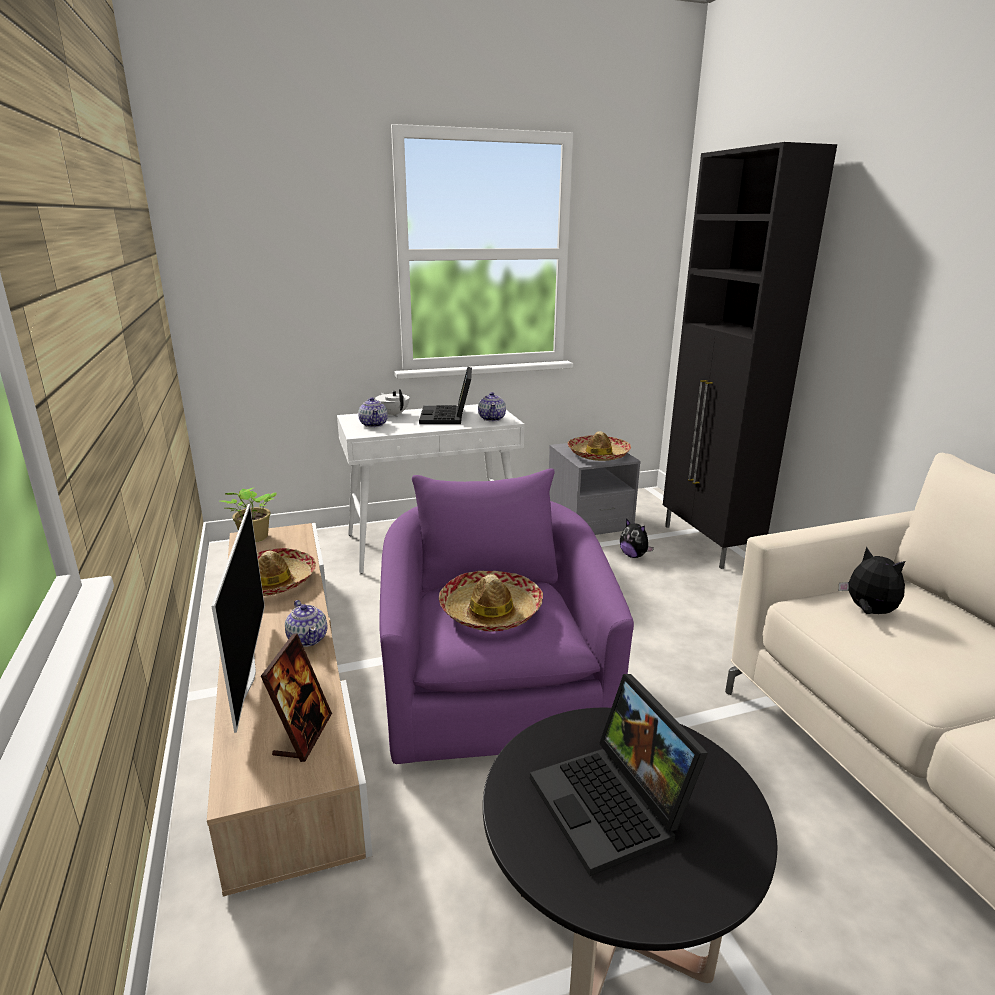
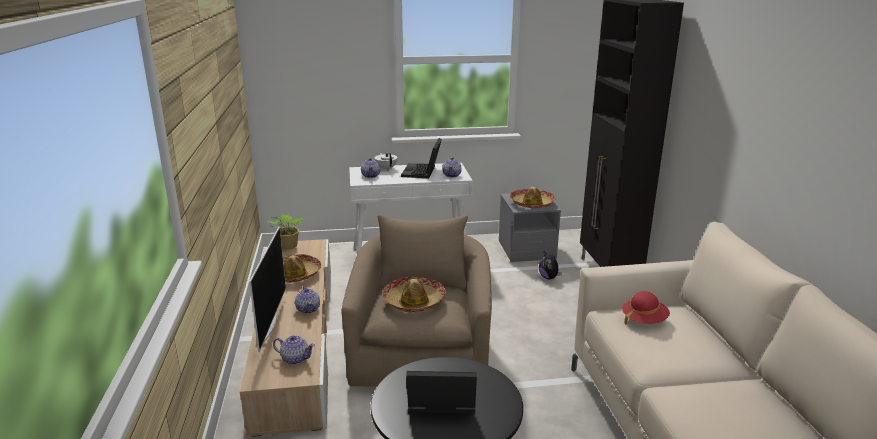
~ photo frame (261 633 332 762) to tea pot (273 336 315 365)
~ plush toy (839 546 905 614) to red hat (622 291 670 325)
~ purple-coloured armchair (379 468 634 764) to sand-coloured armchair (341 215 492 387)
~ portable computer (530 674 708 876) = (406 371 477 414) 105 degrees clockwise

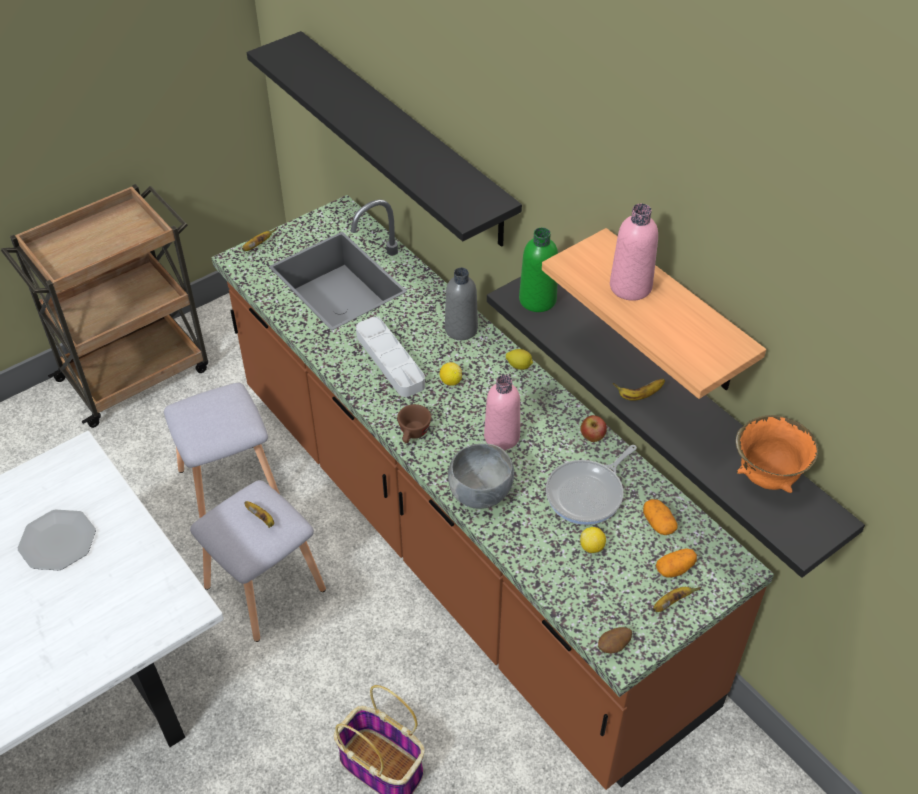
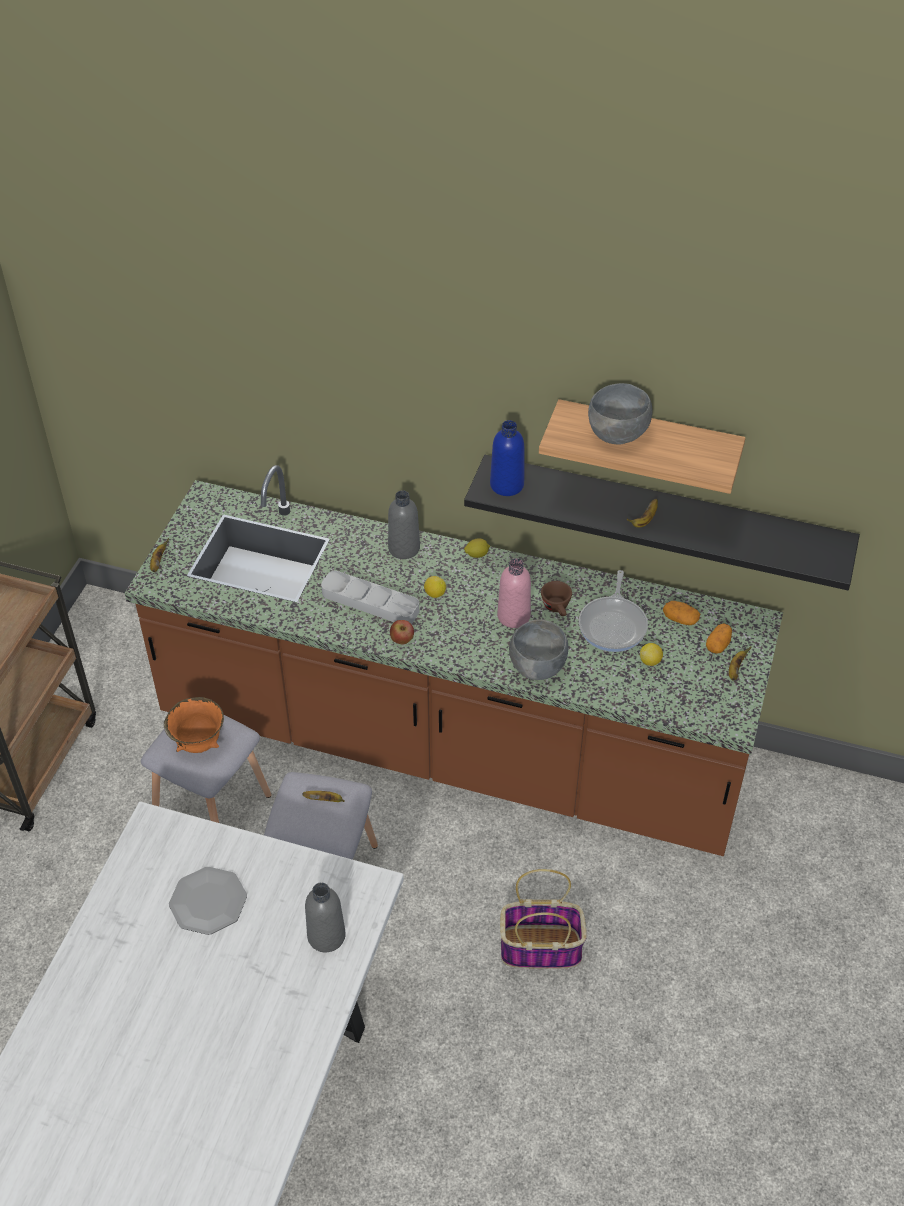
- blackish wall shelf (247 31 522 247)
- whole potato (598 627 632 653)
+ gray drink bottle (305 882 346 952)
~ brownish cup (397 404 431 443) to (541 581 572 616)
~ apple (580 415 607 442) to (390 620 414 645)
~ orange serving bowl (736 415 818 493) to (164 697 224 753)
~ pink drink bottle (610 204 658 301) to gray serving bowl (588 383 653 445)
~ green-coloured drink bottle (519 228 558 312) to blue drink bottle (490 420 524 496)

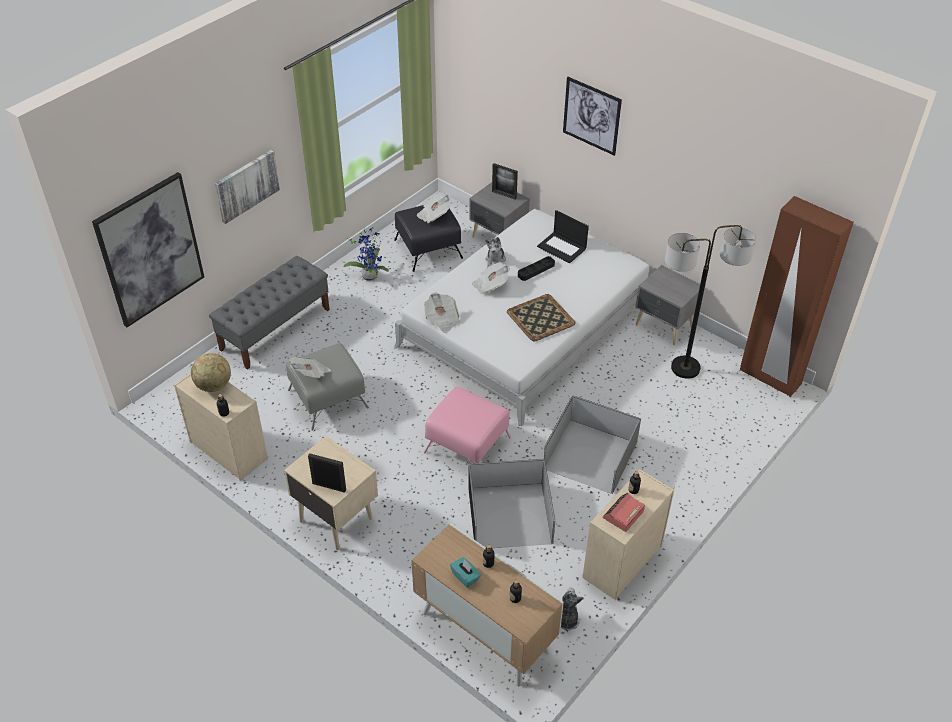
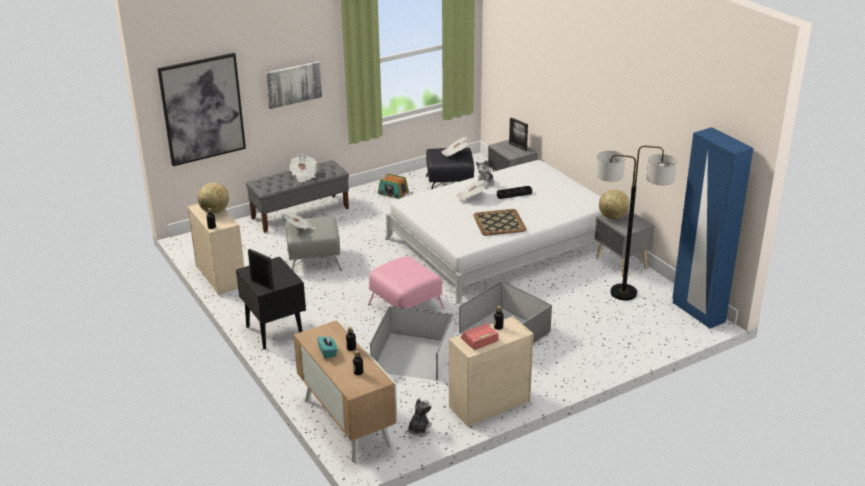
- portable computer (537 210 589 263)
- wall picture (563 77 622 156)
+ desk globe (599 189 630 219)
~ daily paper (424 292 460 333) to (289 154 317 182)
~ plant in a pot (344 228 389 281) to radio receiver (378 173 409 199)
~ sand-coloured nightstand (284 436 378 550) to blackish nightstand (236 257 306 349)
~ blackish storage container (468 459 555 548) to white storage container (370 306 454 381)
~ brownish armoire (740 196 854 397) to blue armoire (673 127 753 329)

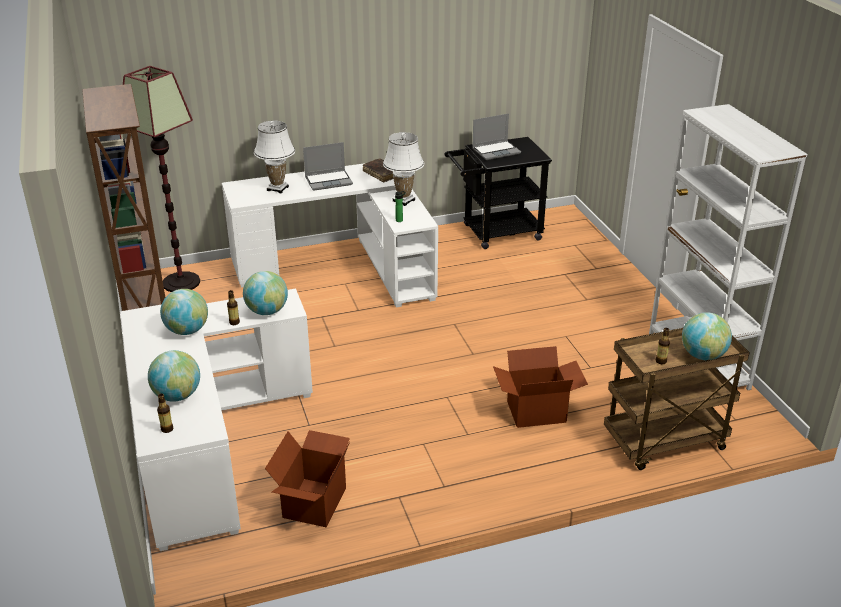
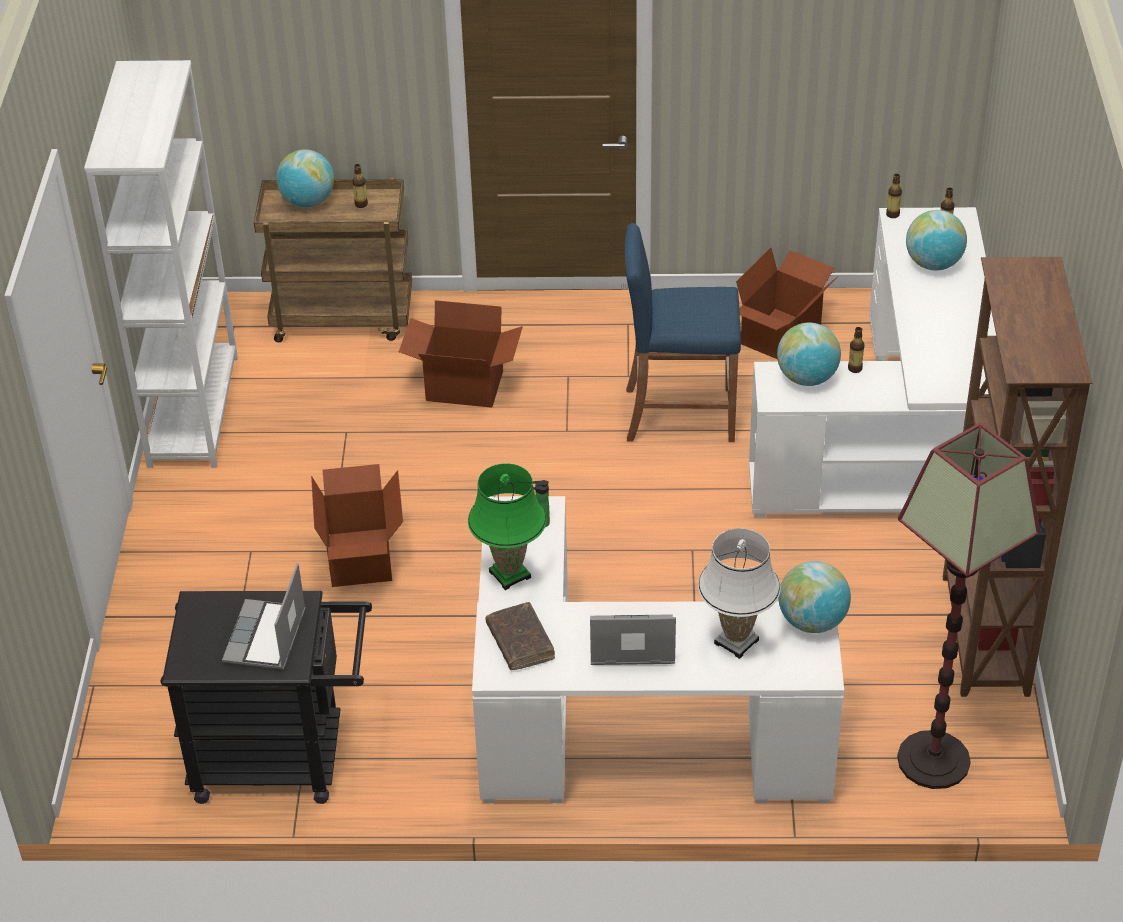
+ packing box (311 464 403 587)
+ blue stool seat (625 223 741 442)
+ drink bottle (886 174 902 218)
~ desk globe (160 289 208 335) to (778 561 851 633)
~ white lamp for a table (383 132 424 206) to green-coloured lamp for a table (468 463 547 590)
~ portable computer (472 114 521 160) = (222 563 306 669) 75 degrees counterclockwise

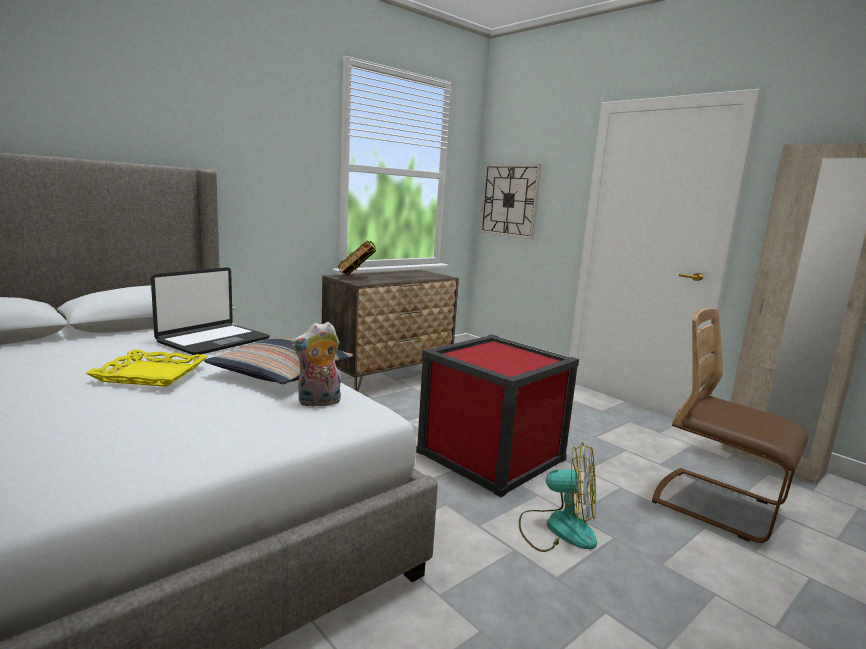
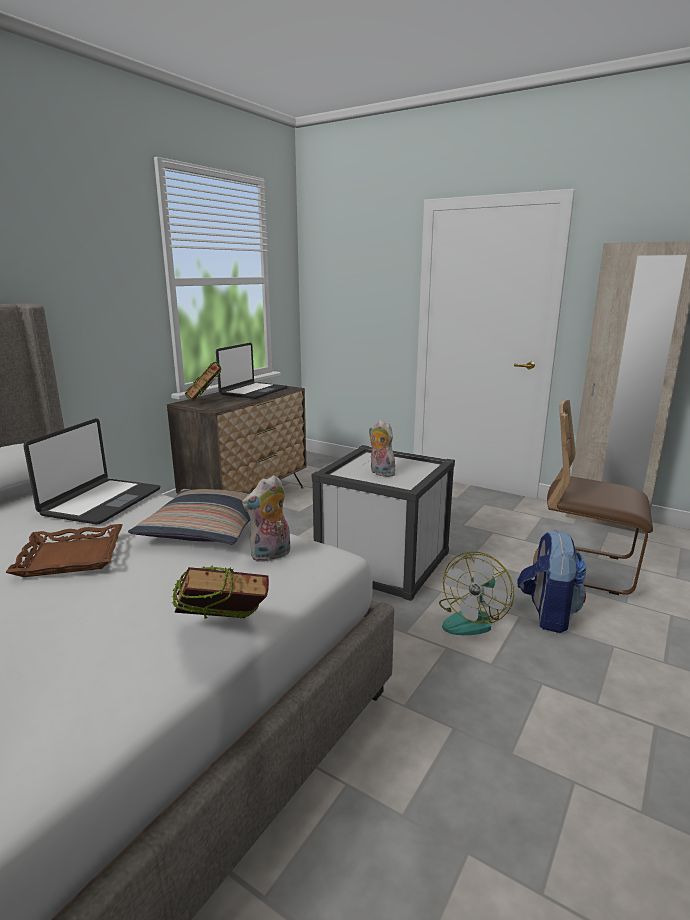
- hanging clock (479 164 542 239)
+ volume (171 566 269 619)
+ portable computer (216 343 287 399)
+ plush toy (369 420 395 477)
+ backpack (518 530 587 633)
~ yellow serving tray (86 349 207 387) to brownish serving tray (5 524 123 577)
~ red storage container (416 335 579 497) to white storage container (312 445 455 601)
~ cooling fan (519 442 597 552) = (439 552 514 635) 120 degrees clockwise

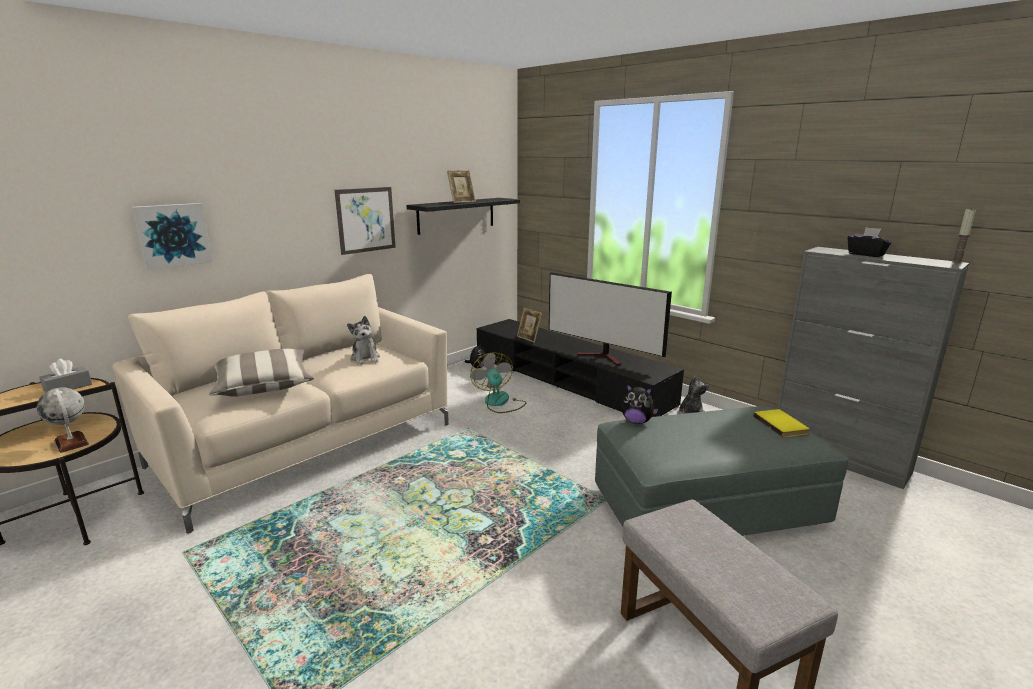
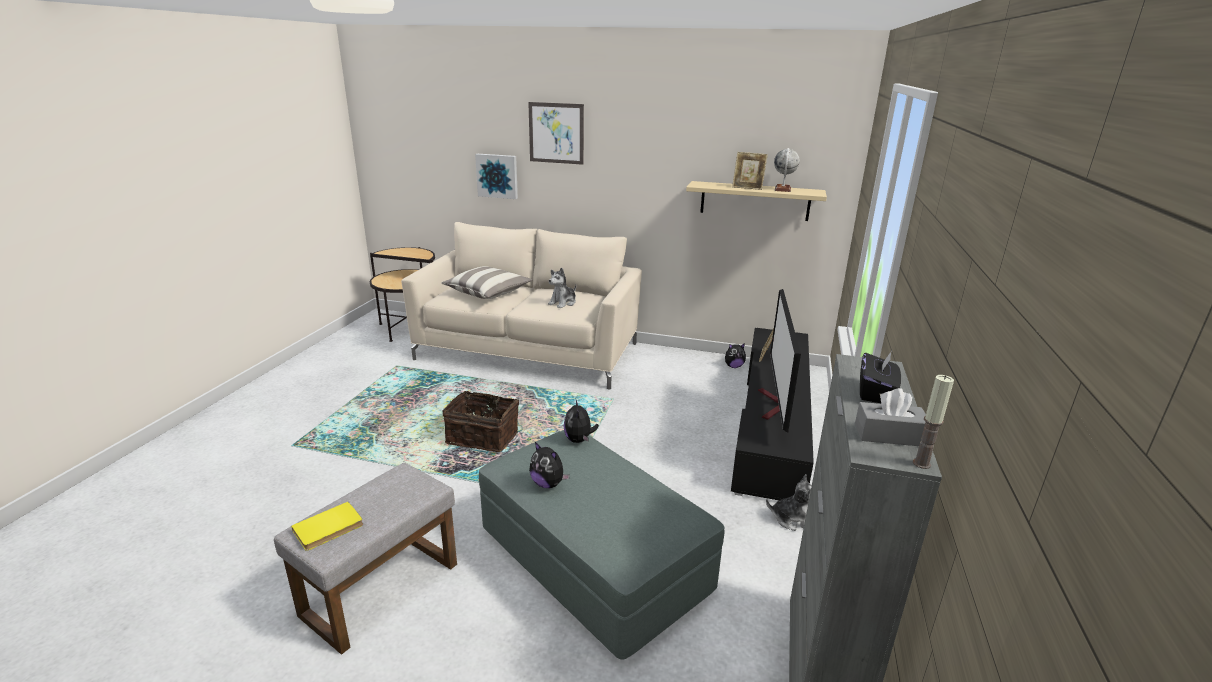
- cooling fan (470 352 526 413)
+ basket (442 388 519 452)
+ plush toy (529 442 570 488)
~ desk globe (37 387 89 453) to (774 148 800 192)
~ gray tissue box (39 359 92 393) to (855 388 926 446)
~ wall picture (335 187 396 255) to (528 102 584 165)
~ yellow volume (753 409 809 437) to (291 502 363 551)
~ blackish wall shelf (407 198 520 235) to sand-coloured wall shelf (686 181 827 221)

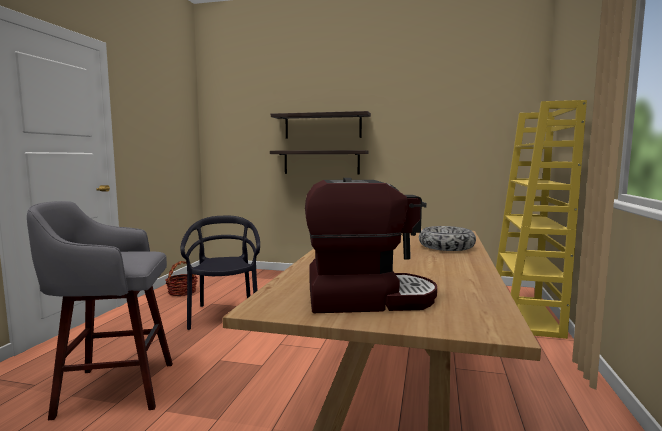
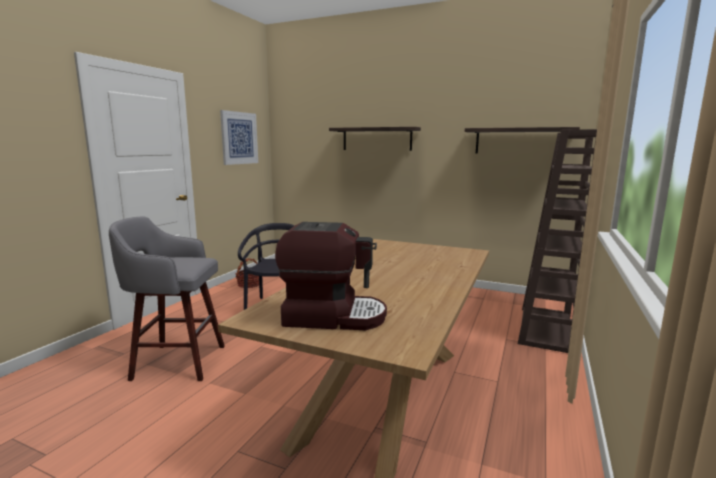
- serving bowl (419 226 476 251)
+ wall picture (220 110 258 165)
~ wall shelf (270 150 369 174) to (465 127 580 153)
~ yellow shelving unit (496 100 587 339) to brownish shelving unit (518 129 597 353)

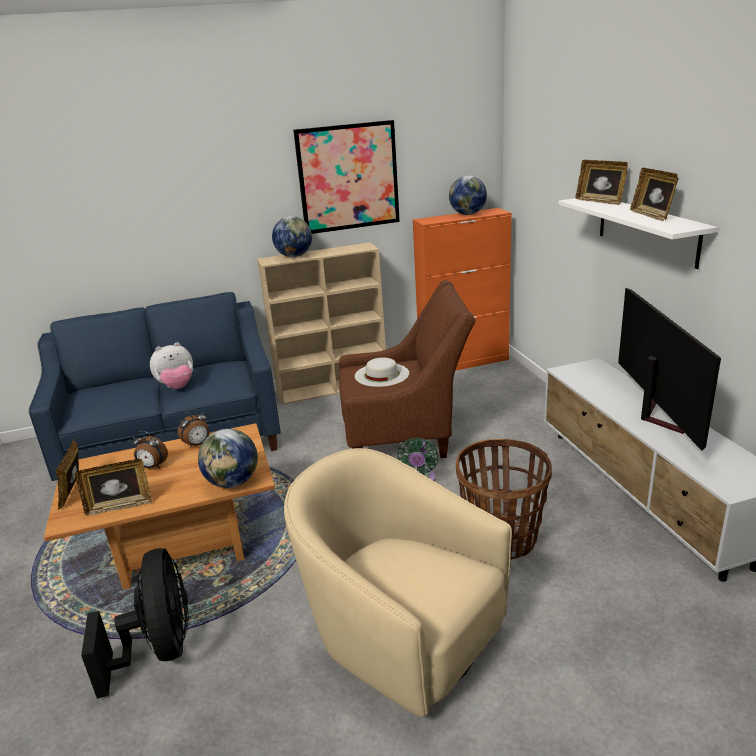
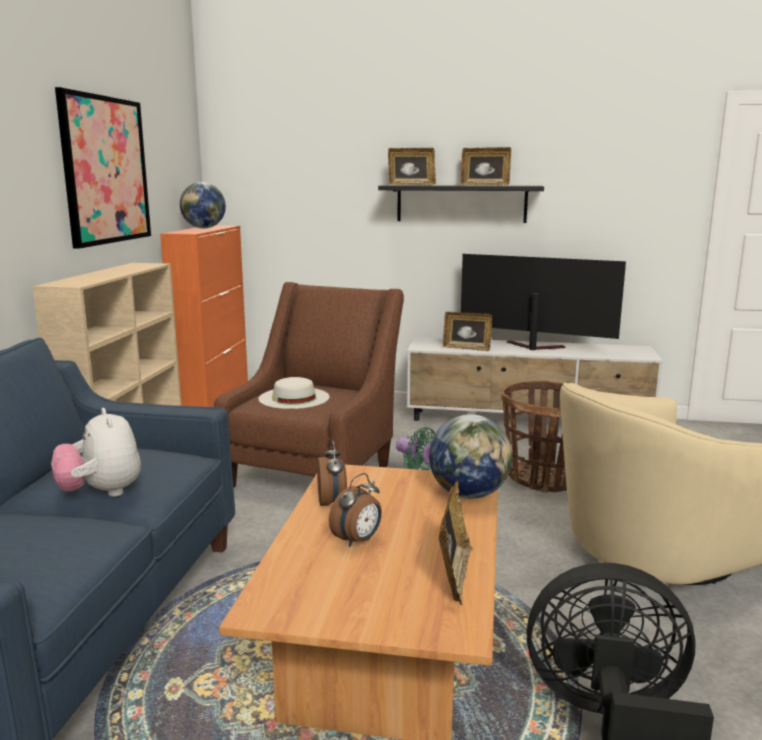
- desk globe (272 216 312 257)
~ photo frame (56 439 79 509) to (443 312 492 351)
~ white wall shelf (558 198 718 269) to blackish wall shelf (378 185 544 223)
~ plush toy (150 342 193 389) = (51 408 141 497) 150 degrees clockwise

